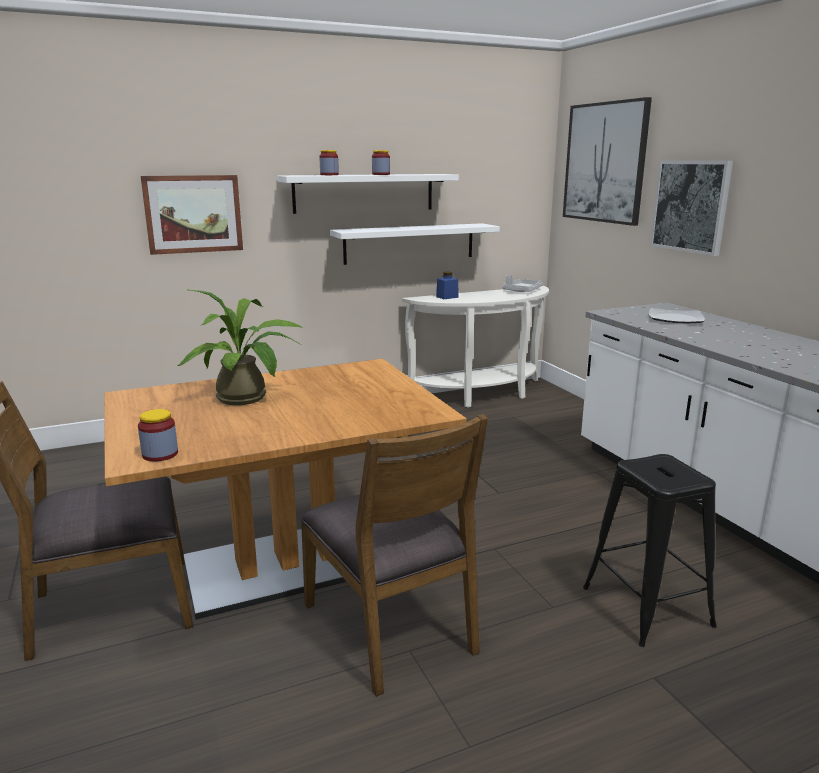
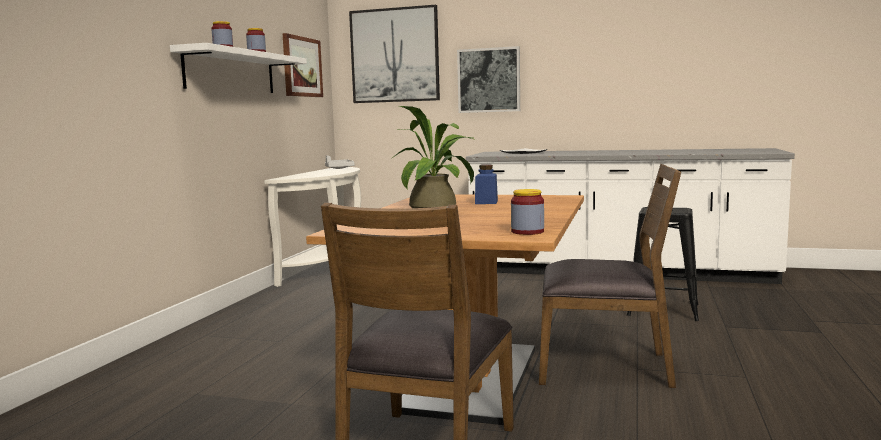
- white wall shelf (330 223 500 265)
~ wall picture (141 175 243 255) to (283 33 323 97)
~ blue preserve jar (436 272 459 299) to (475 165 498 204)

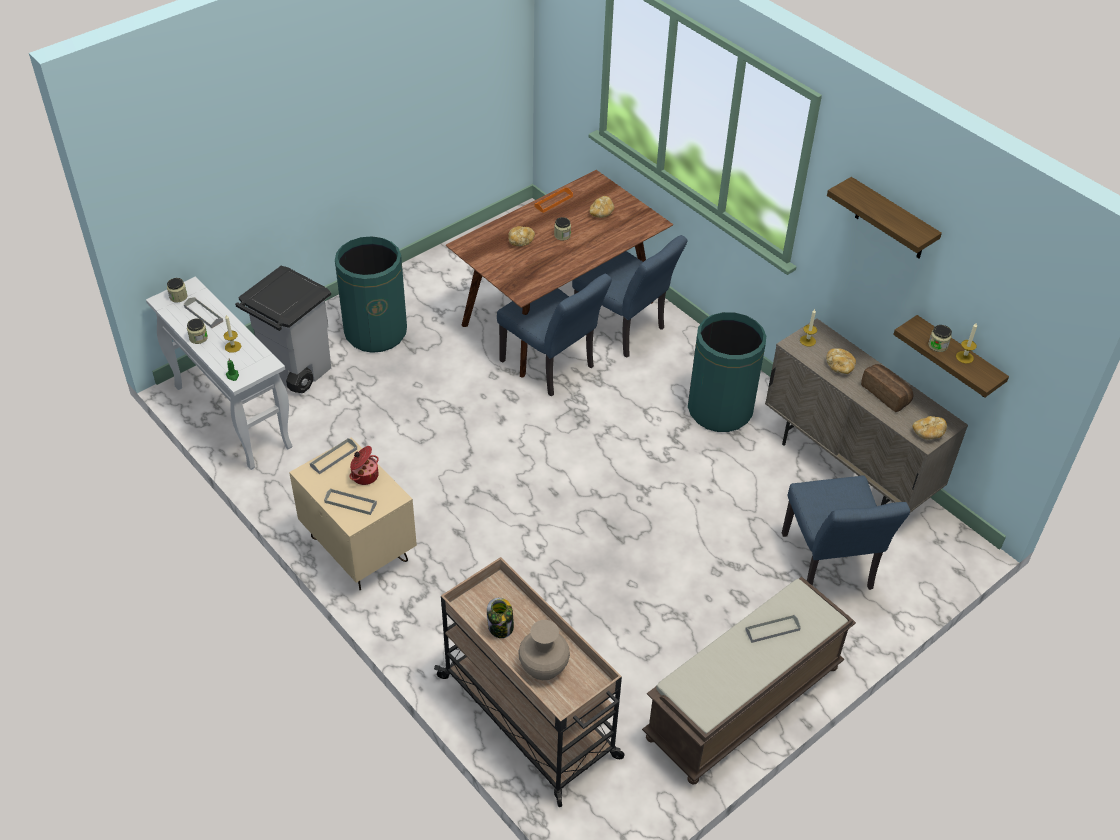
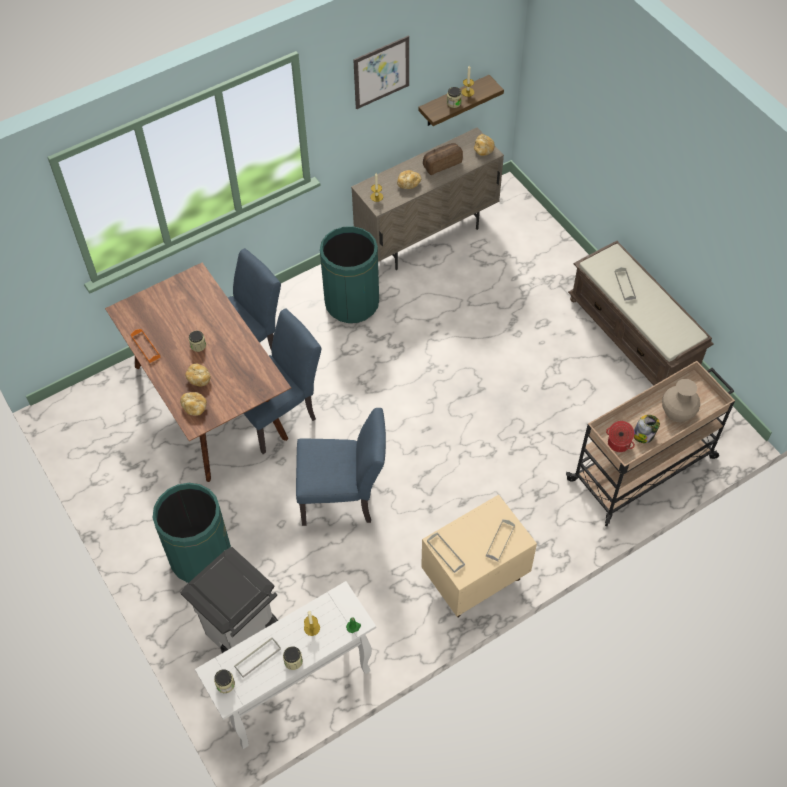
~ stockpot (349 446 379 485) to (606 421 635 452)
~ bread (589 196 614 218) to (180 392 207 415)
~ blue chair (782 475 910 590) to (296 408 386 526)
~ wall shelf (827 177 942 258) to wall picture (353 36 409 109)

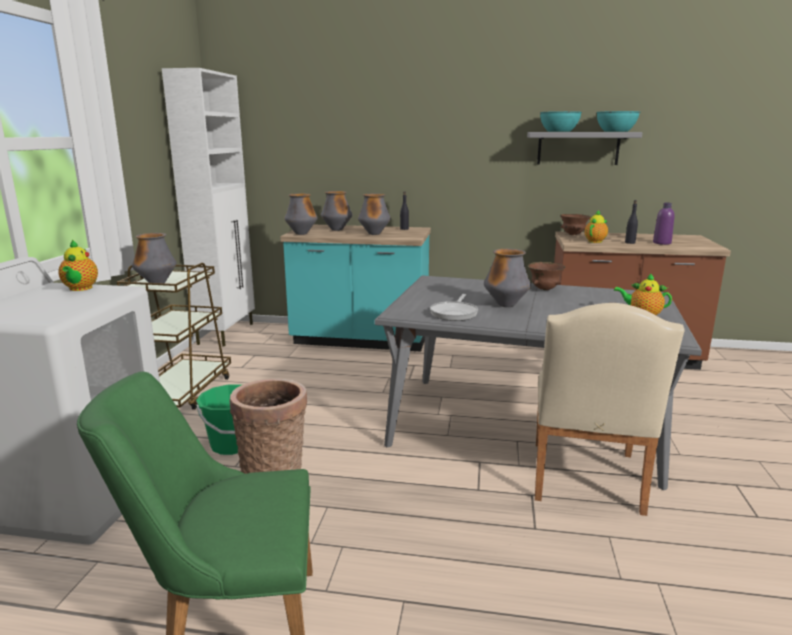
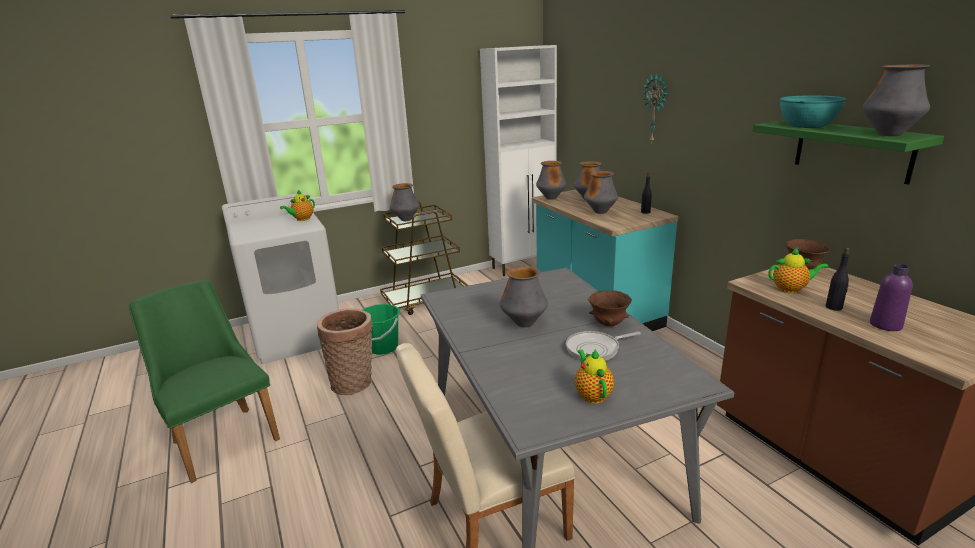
+ hanging clock (642 73 669 144)
~ pan (430 294 478 321) to (566 331 641 361)
~ turquoise serving bowl (596 111 640 132) to flower vase (862 65 930 136)
~ gray wall shelf (527 132 643 165) to green-coloured wall shelf (752 120 944 185)

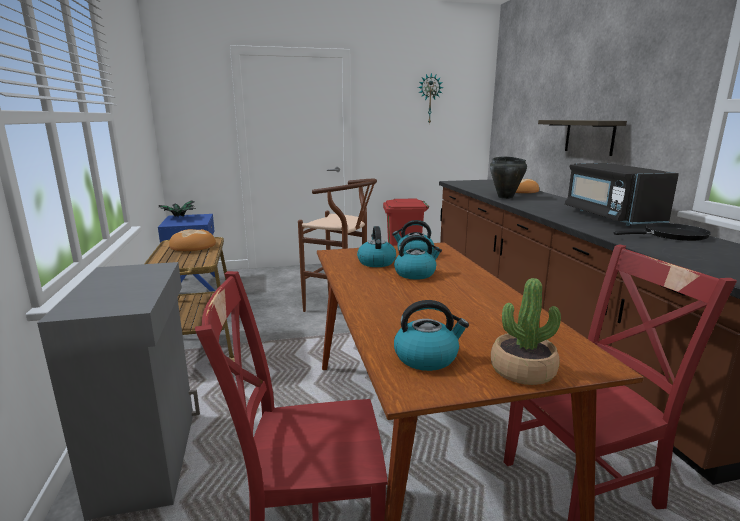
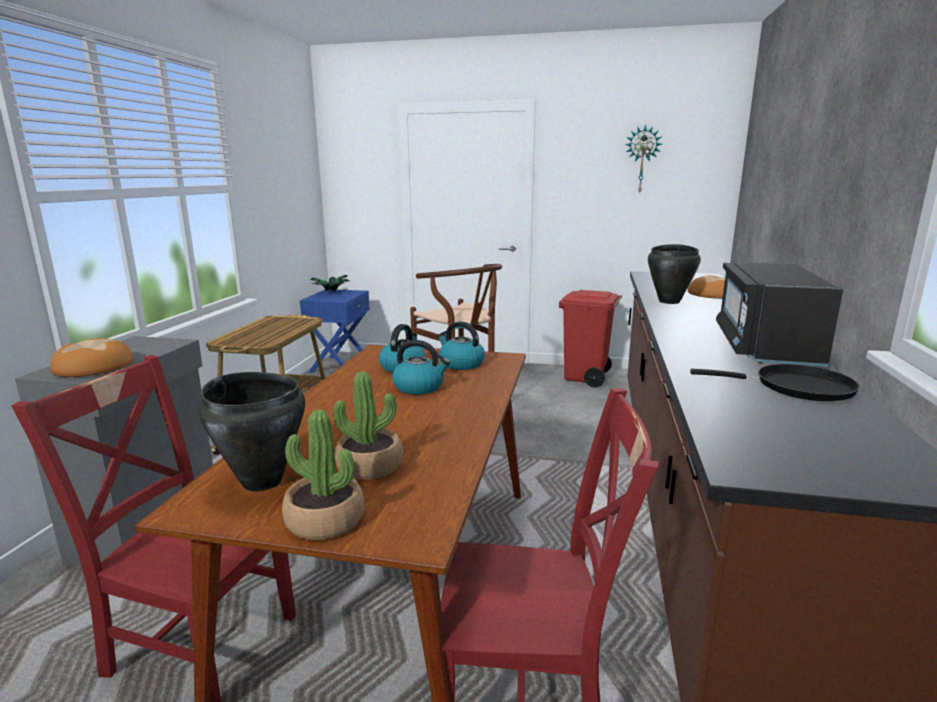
- wall shelf (538 120 627 156)
+ plant in a pot (333 371 403 480)
~ bread (169 229 216 251) to (50 338 134 377)
~ tea kettle (394 300 469 371) to blackish stockpot (198 372 305 492)

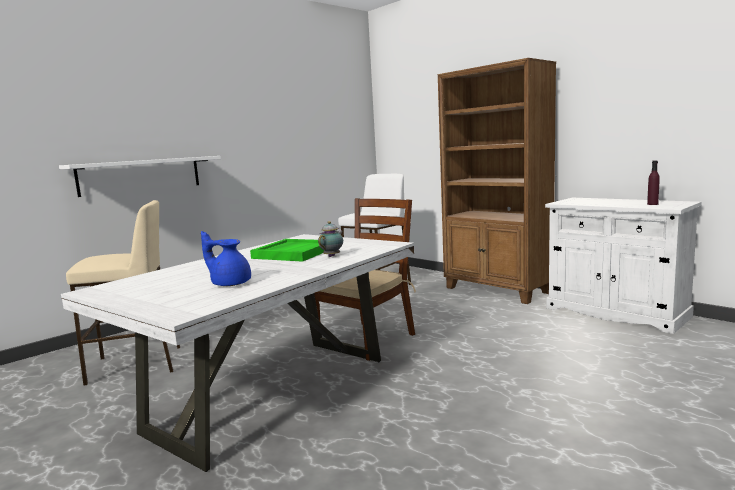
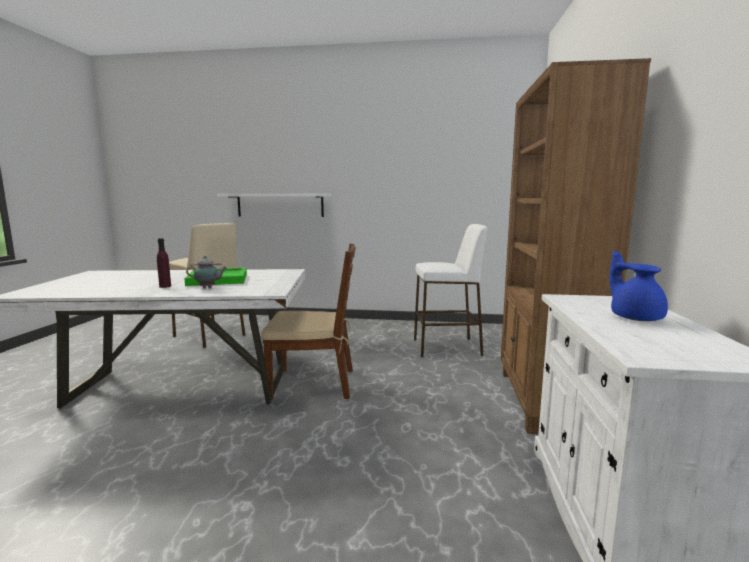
~ blue tea pot (201 231 251 286) to (609 250 668 321)
~ purple-coloured drink bottle (647 160 660 205) to (157 238 171 288)

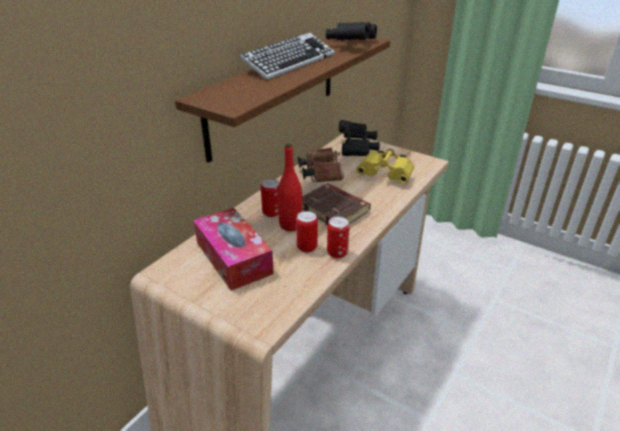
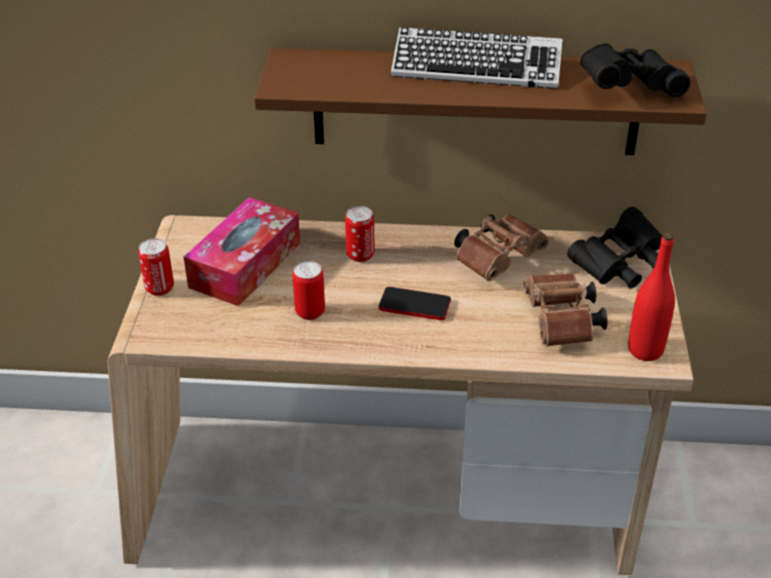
~ red drink bottle (278 143 302 231) to (628 233 675 361)
~ can (327 216 350 258) to (138 238 174 296)
~ brownish volume (302 183 371 226) to handset (378 287 451 320)
~ yellow pair of binoculars (356 148 414 183) to brownish pair of binoculars (523 273 608 347)

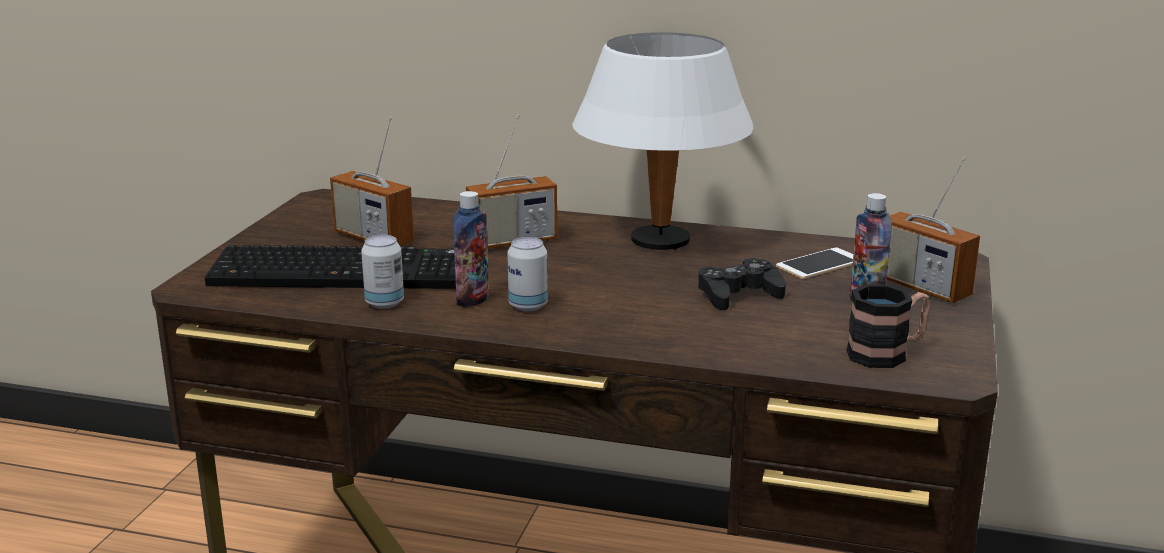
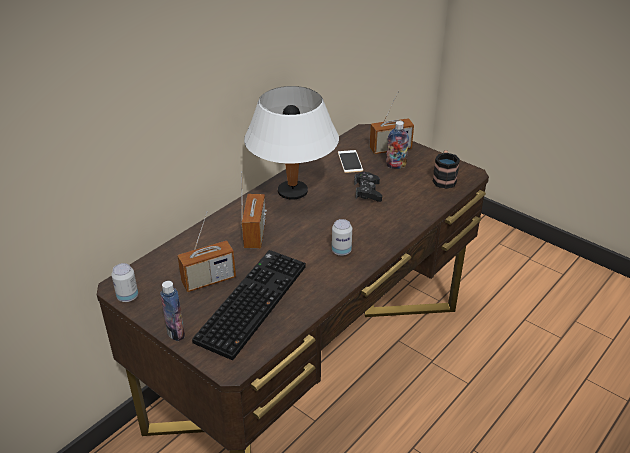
~ can (361 235 404 309) to (111 263 138 302)
~ drink bottle (453 191 489 307) to (160 281 185 341)

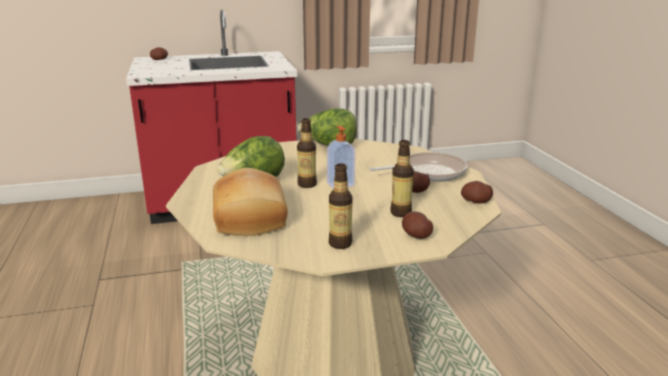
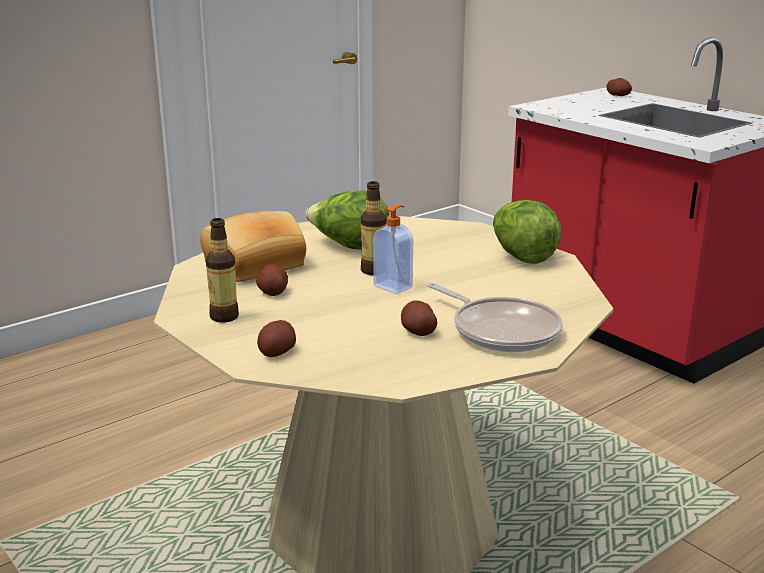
- drink bottle (390 140 414 217)
~ whole potato (461 181 493 204) to (256 264 288 296)

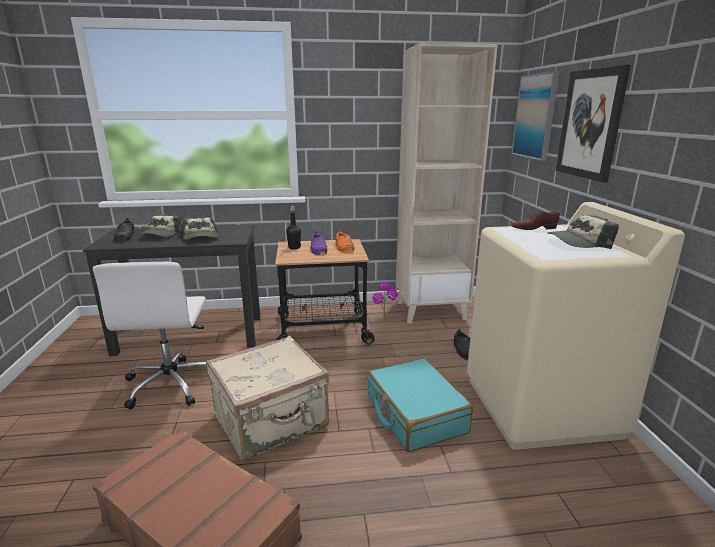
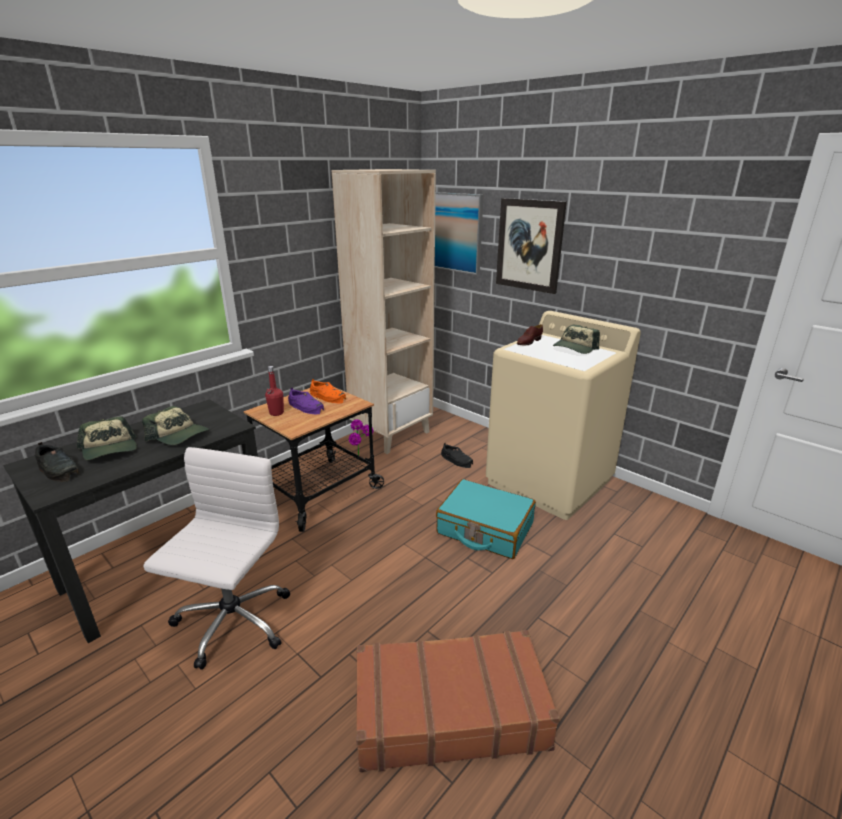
- sand-coloured suitcase (206 336 329 462)
~ blackish drink bottle (286 206 301 249) to red drink bottle (265 366 284 416)
~ white computer chair (93 262 207 409) = (144 447 290 670) 120 degrees counterclockwise

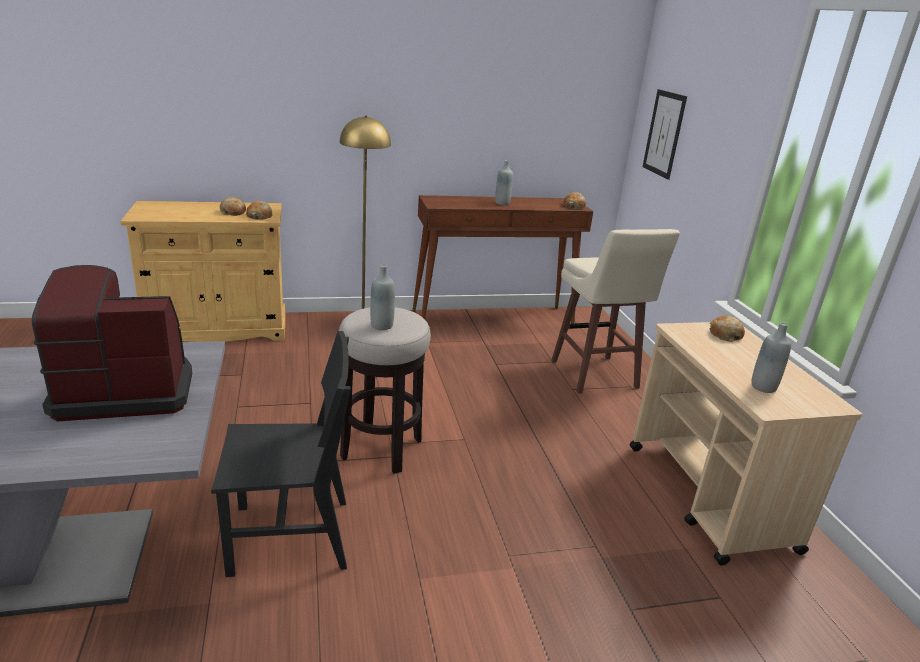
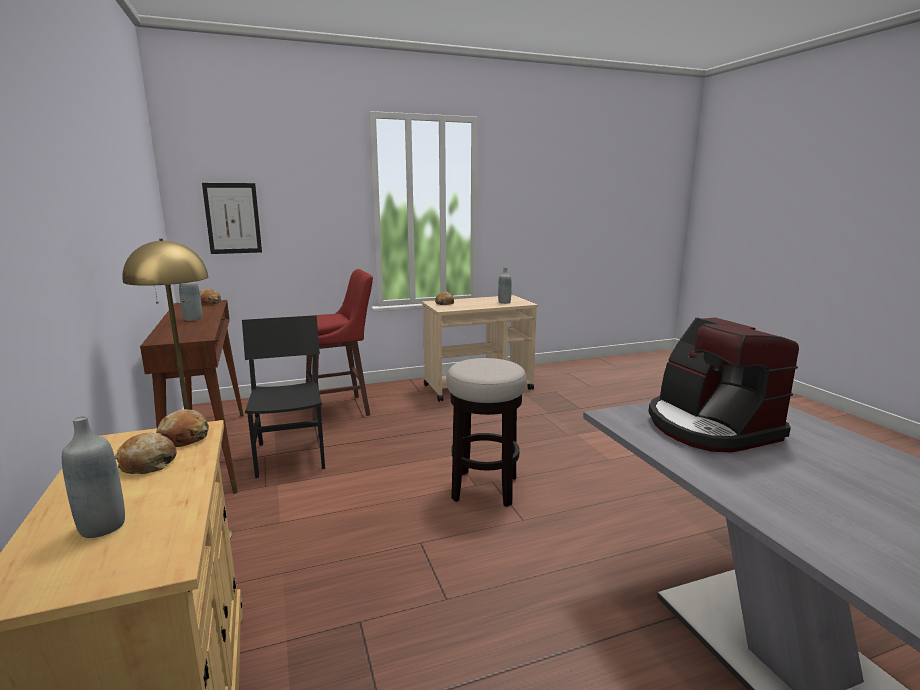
~ blackish chair (211 331 350 577) to (242 315 325 478)
~ gray drink bottle (370 265 395 330) to (62 416 125 538)
~ sand-coloured stool seat (551 229 680 394) to red stool seat (306 269 373 421)

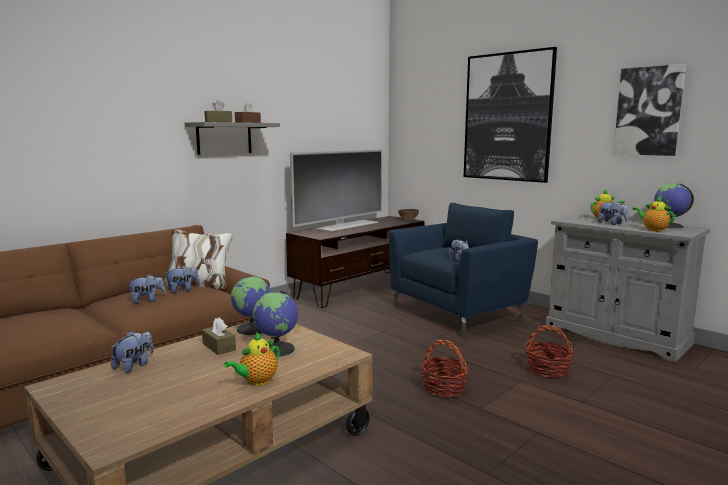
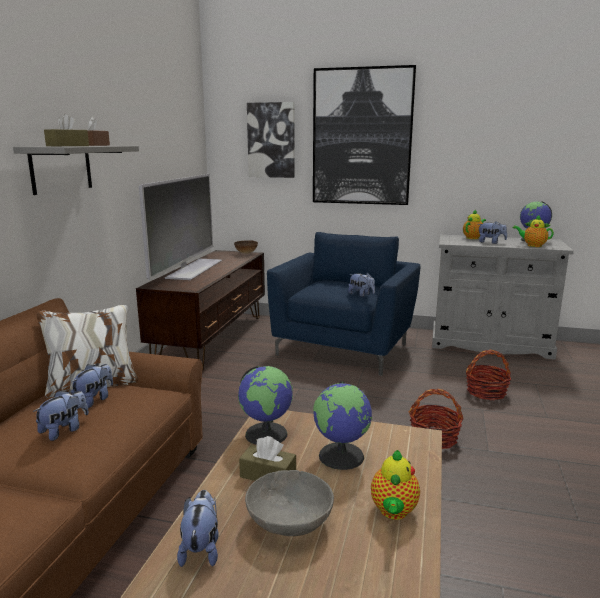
+ gray serving bowl (245 470 334 536)
~ wall picture (613 64 686 156) to (247 102 295 178)

